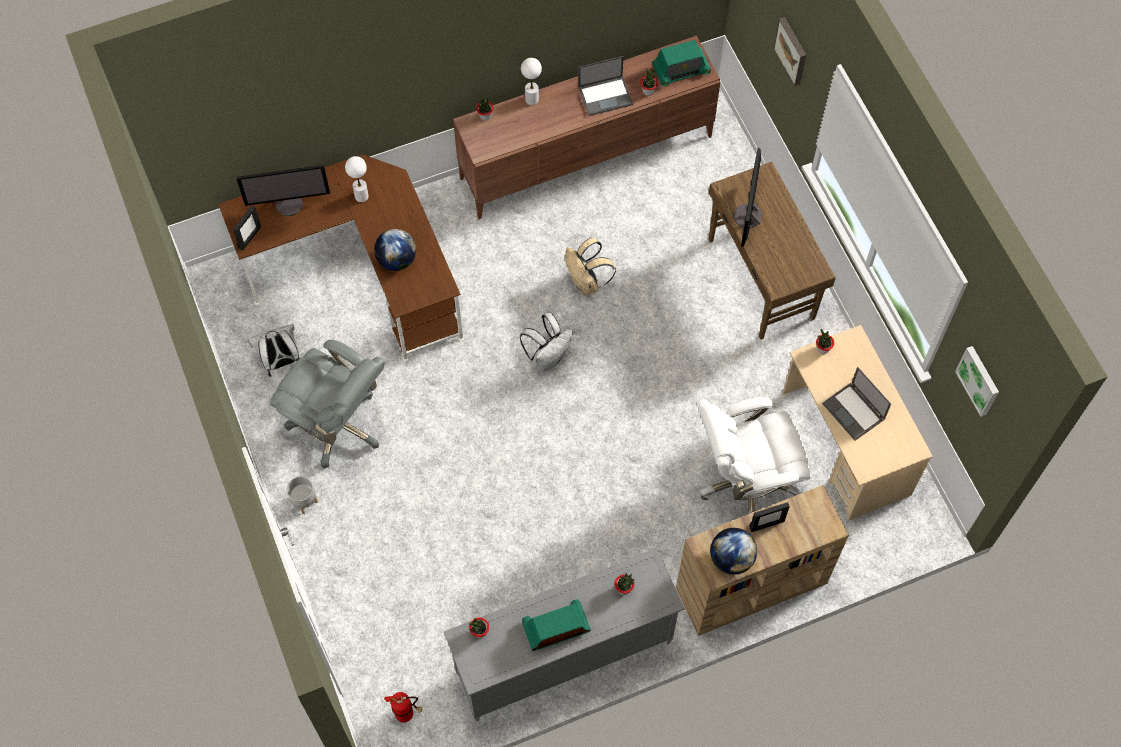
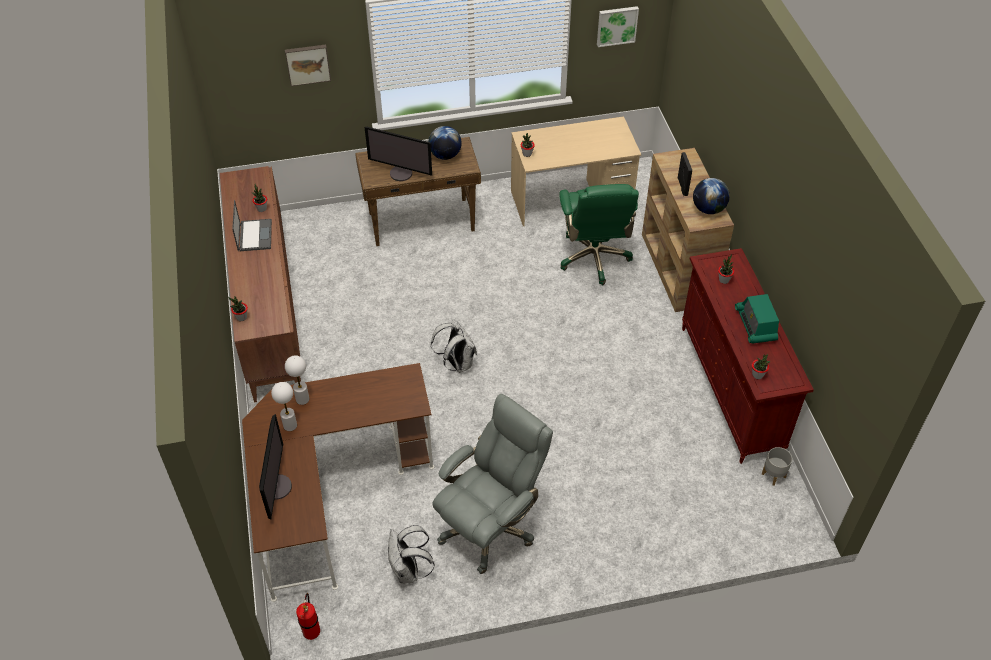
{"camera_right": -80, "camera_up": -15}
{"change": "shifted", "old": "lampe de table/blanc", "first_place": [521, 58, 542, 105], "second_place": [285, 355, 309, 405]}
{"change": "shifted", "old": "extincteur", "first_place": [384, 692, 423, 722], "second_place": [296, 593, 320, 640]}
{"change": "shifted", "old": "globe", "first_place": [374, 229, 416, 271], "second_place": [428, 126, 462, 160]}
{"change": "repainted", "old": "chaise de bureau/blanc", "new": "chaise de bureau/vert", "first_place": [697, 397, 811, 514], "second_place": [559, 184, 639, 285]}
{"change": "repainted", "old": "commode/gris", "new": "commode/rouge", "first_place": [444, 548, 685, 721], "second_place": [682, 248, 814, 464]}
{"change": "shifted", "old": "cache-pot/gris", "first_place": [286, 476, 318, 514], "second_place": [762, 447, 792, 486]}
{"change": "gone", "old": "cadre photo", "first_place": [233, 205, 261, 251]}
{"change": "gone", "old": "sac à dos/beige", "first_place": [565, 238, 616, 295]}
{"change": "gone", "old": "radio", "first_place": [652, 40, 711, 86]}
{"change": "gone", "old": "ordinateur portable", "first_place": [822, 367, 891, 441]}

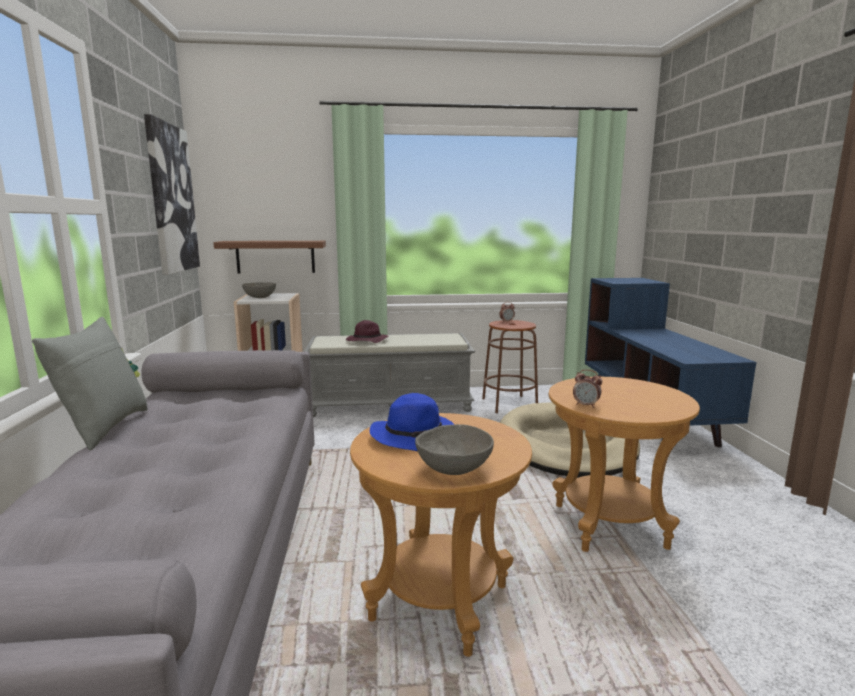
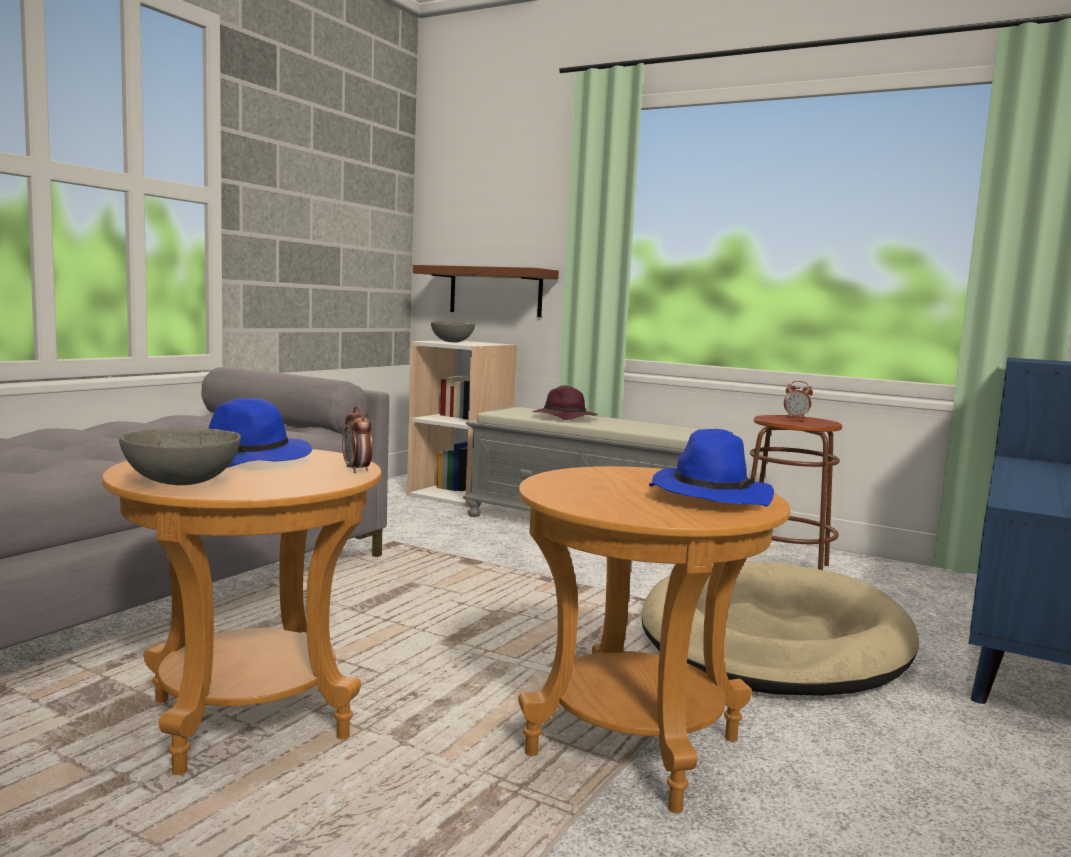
{"camera_right": 35, "camera_up": -5}
{"change": "shifted", "old": "réveil", "first_place": [573, 369, 602, 408], "second_place": [342, 406, 373, 473]}
{"change": "new", "new": "chapeau/bleu", "second_place": [649, 429, 774, 507]}
{"change": "gone", "old": "coussin/gris", "first_place": [32, 317, 148, 450]}
{"change": "gone", "old": "tableau", "first_place": [144, 114, 200, 275]}

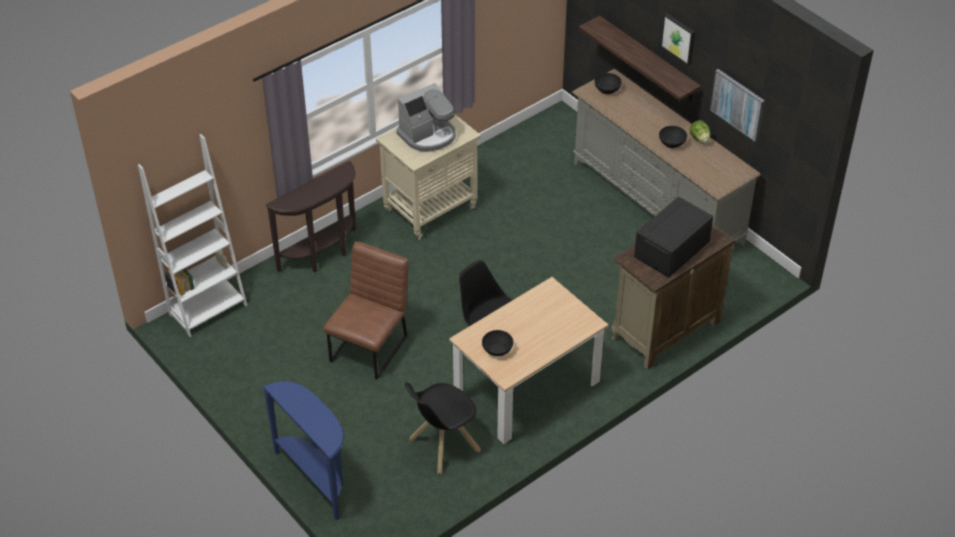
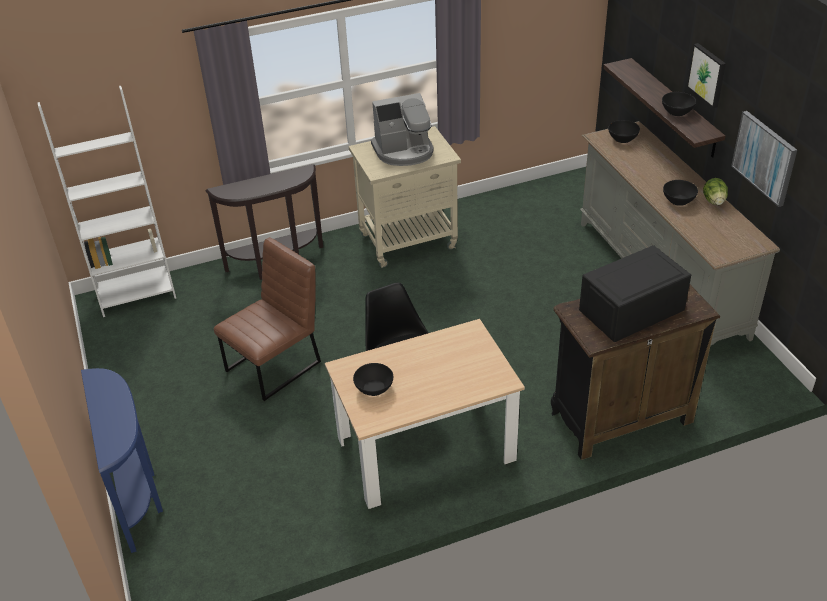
{"camera_right": 20, "camera_up": -5}
{"change": "repainted", "old": "commode/beige", "new": "commode/noir", "first_place": [611, 223, 736, 370], "second_place": [551, 285, 720, 460]}
{"change": "new", "new": "bol/noir", "second_place": [662, 92, 696, 116]}
{"change": "gone", "old": "chaise/noir", "first_place": [405, 382, 481, 474]}

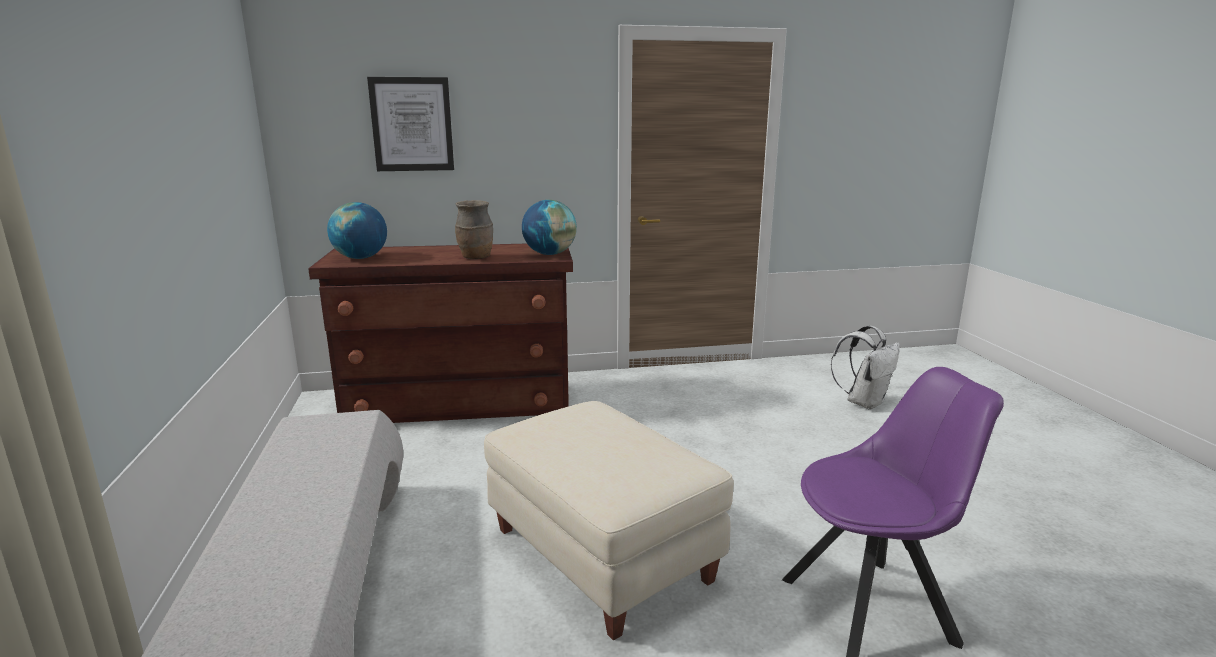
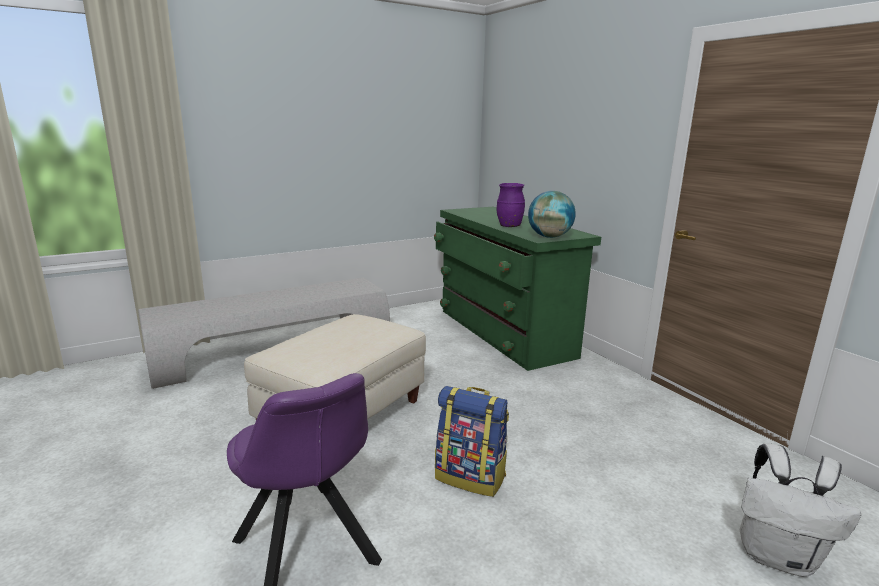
{"camera_right": 70, "camera_up": 0}
{"change": "repainted", "old": "commode/marron", "new": "commode/vert", "first_place": [308, 244, 573, 423], "second_place": [434, 207, 601, 371]}
{"change": "new", "new": "sac à dos", "second_place": [435, 386, 509, 497]}
{"change": "repainted", "old": "vase/marron", "new": "vase/violet", "first_place": [455, 200, 493, 259], "second_place": [497, 183, 525, 227]}
{"change": "gone", "old": "globe", "first_place": [327, 202, 387, 259]}
{"change": "gone", "old": "tableau", "first_place": [367, 77, 454, 171]}

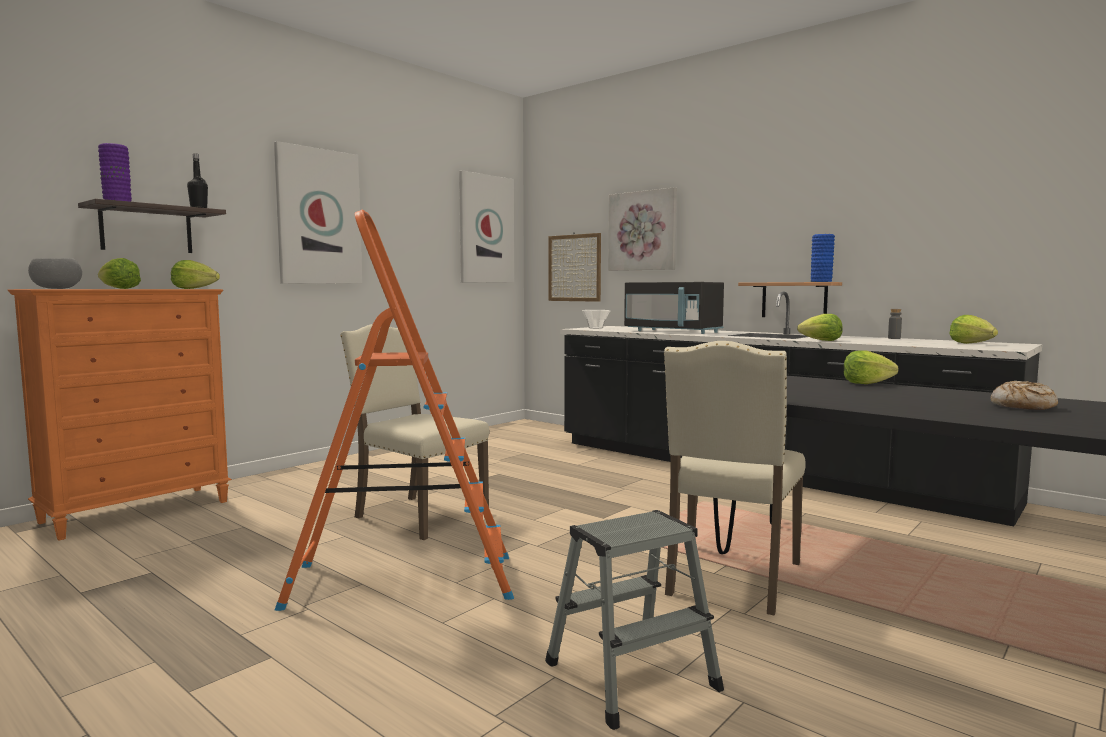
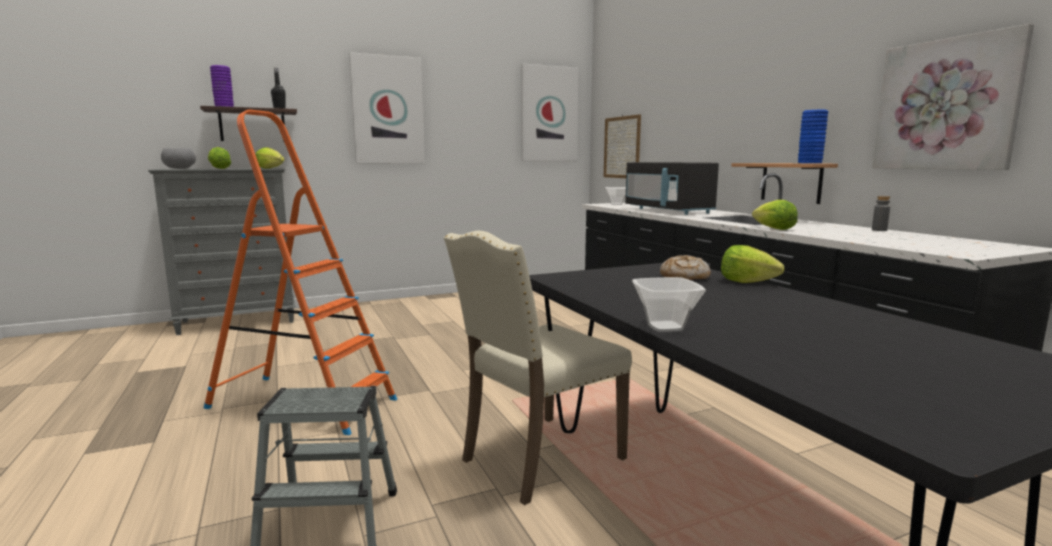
{"camera_right": 25, "camera_up": 5}
{"change": "repainted", "old": "commode/orange", "new": "commode/gris", "first_place": [8, 289, 232, 540], "second_place": [148, 168, 296, 335]}
{"change": "new", "new": "bol", "second_place": [632, 277, 706, 332]}
{"change": "shifted", "old": "pain", "first_place": [990, 381, 1058, 410], "second_place": [660, 255, 711, 280]}
{"change": "shifted", "old": "tableau", "first_place": [608, 187, 677, 271], "second_place": [872, 24, 1034, 170]}
{"change": "gone", "old": "chaise/beige", "first_place": [340, 324, 489, 540]}
{"change": "gone", "old": "laitue", "first_place": [949, 315, 998, 344]}

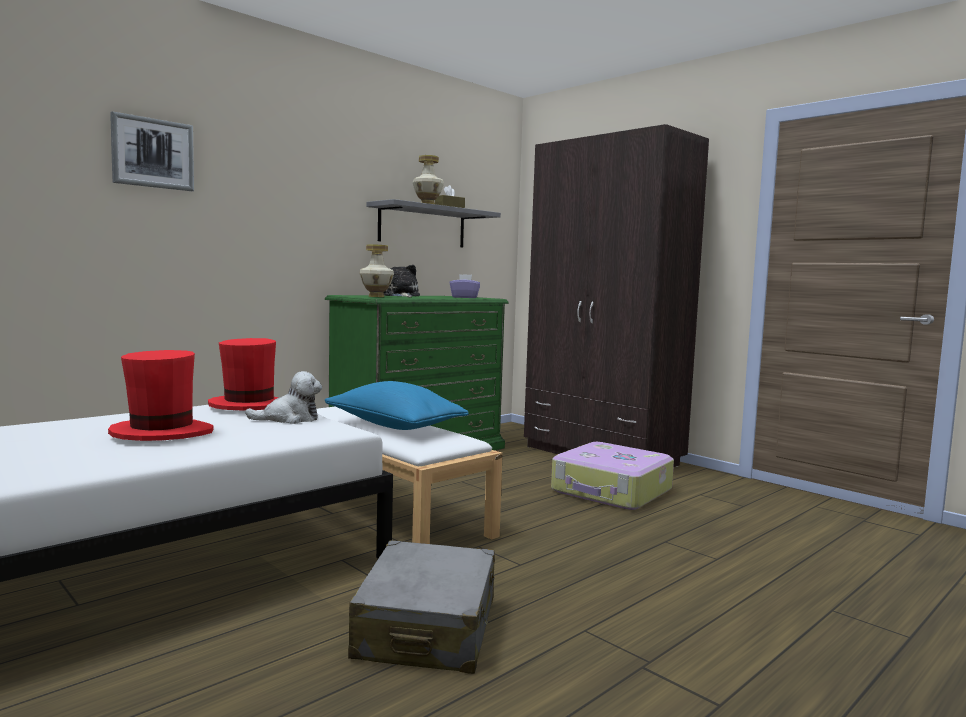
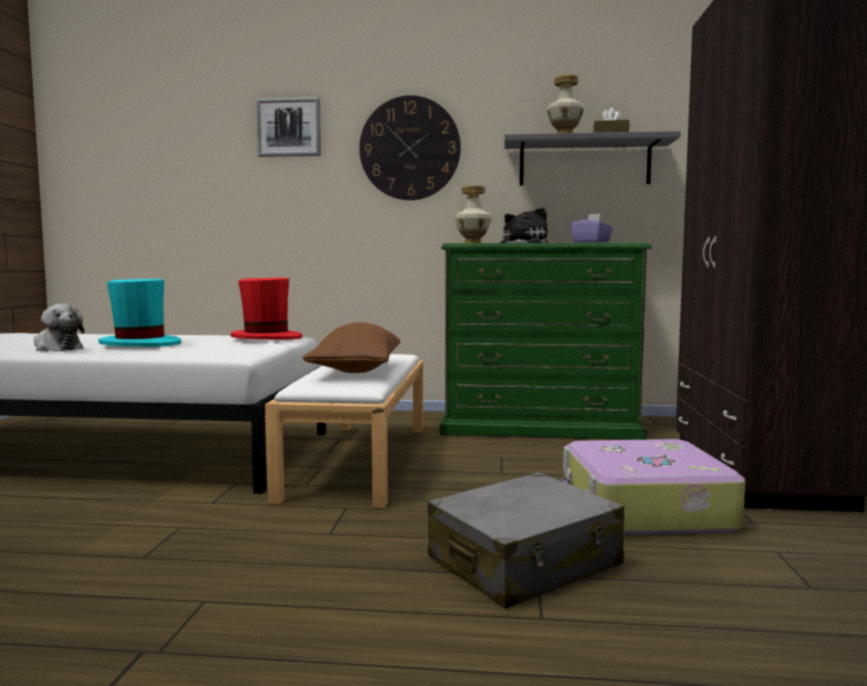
{"camera_right": 50, "camera_up": 0}
{"change": "shifted", "old": "peluche", "first_place": [245, 371, 322, 424], "second_place": [34, 304, 84, 352]}
{"change": "repainted", "old": "chapeau/rouge", "new": "chapeau/turquoise", "first_place": [108, 350, 213, 441], "second_place": [98, 279, 181, 347]}
{"change": "repainted", "old": "coussin/bleu", "new": "coussin/marron", "first_place": [325, 381, 469, 430], "second_place": [303, 322, 400, 373]}
{"change": "new", "new": "horloge murale", "second_place": [359, 95, 461, 200]}
{"change": "shifted", "old": "valise/gris", "first_place": [348, 541, 495, 674], "second_place": [427, 472, 625, 608]}

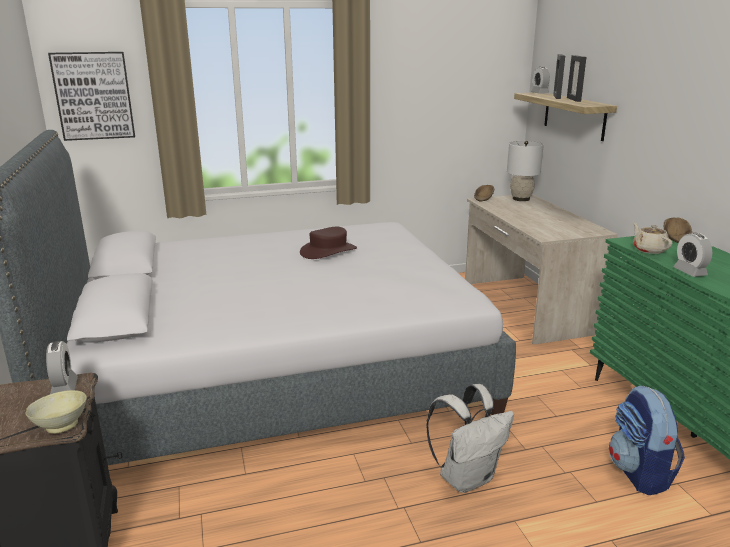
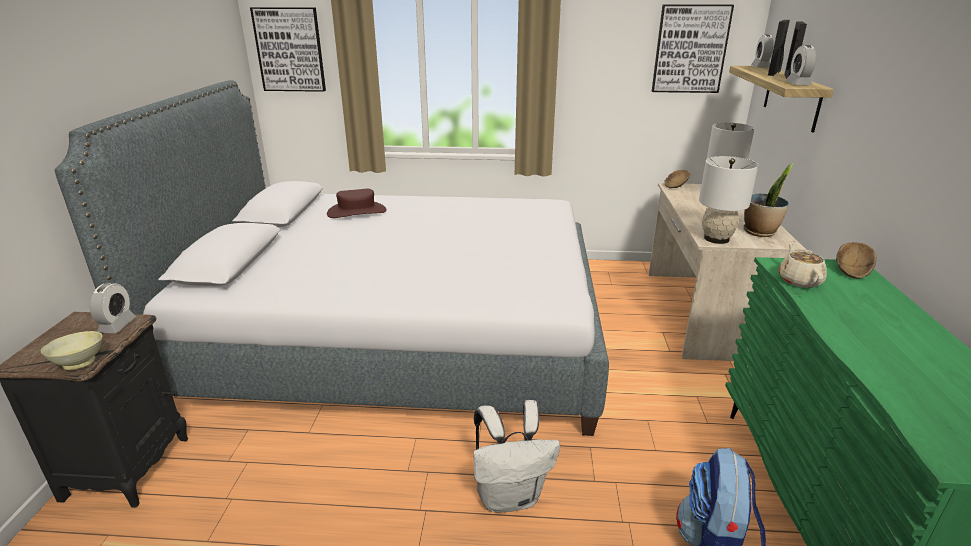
{"camera_right": 20, "camera_up": 5}
{"change": "shifted", "old": "chapeau/marron", "first_place": [300, 227, 357, 259], "second_place": [327, 189, 387, 218]}
{"change": "new", "new": "tableau", "second_place": [652, 4, 734, 93]}
{"change": "new", "new": "lampe de table/blanc", "second_place": [699, 156, 758, 244]}
{"change": "new", "new": "plante en pot", "second_place": [743, 163, 793, 237]}
{"change": "shifted", "old": "réveil", "first_place": [673, 233, 712, 277], "second_place": [786, 45, 816, 85]}

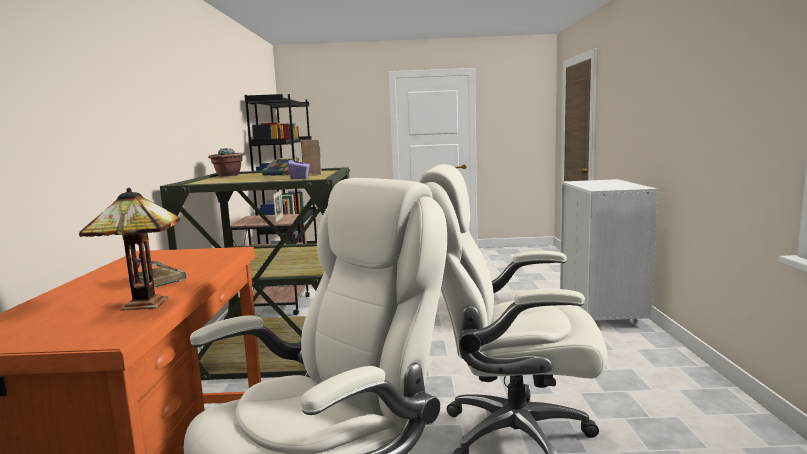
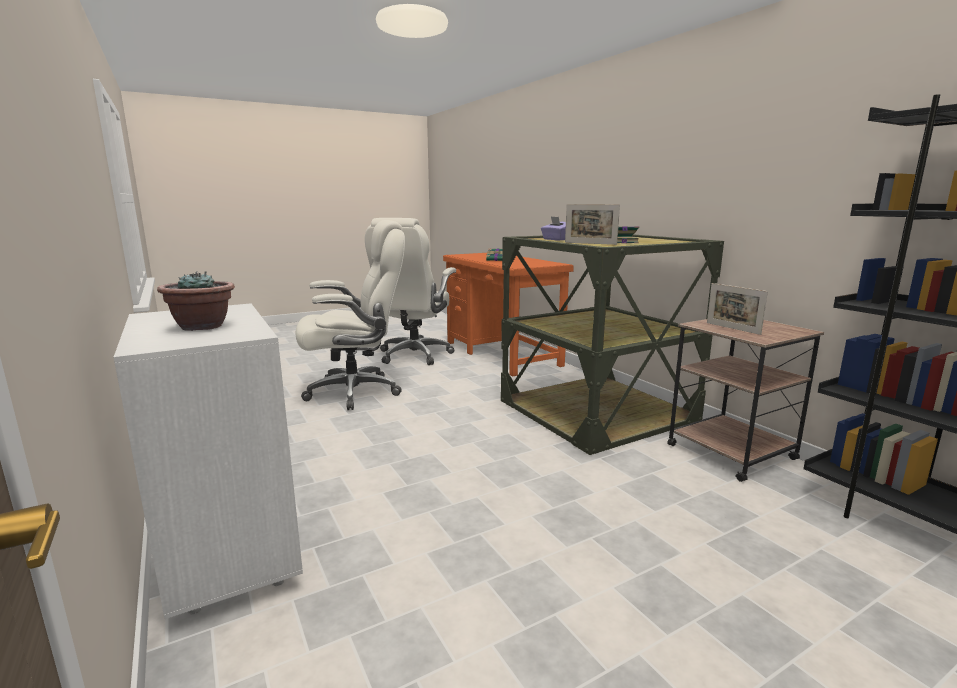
{"camera_right": 150, "camera_up": 5}
{"change": "shifted", "old": "plante en pot", "first_place": [208, 148, 244, 177], "second_place": [157, 271, 235, 331]}
{"change": "gone", "old": "lampe de table", "first_place": [79, 188, 180, 311]}

